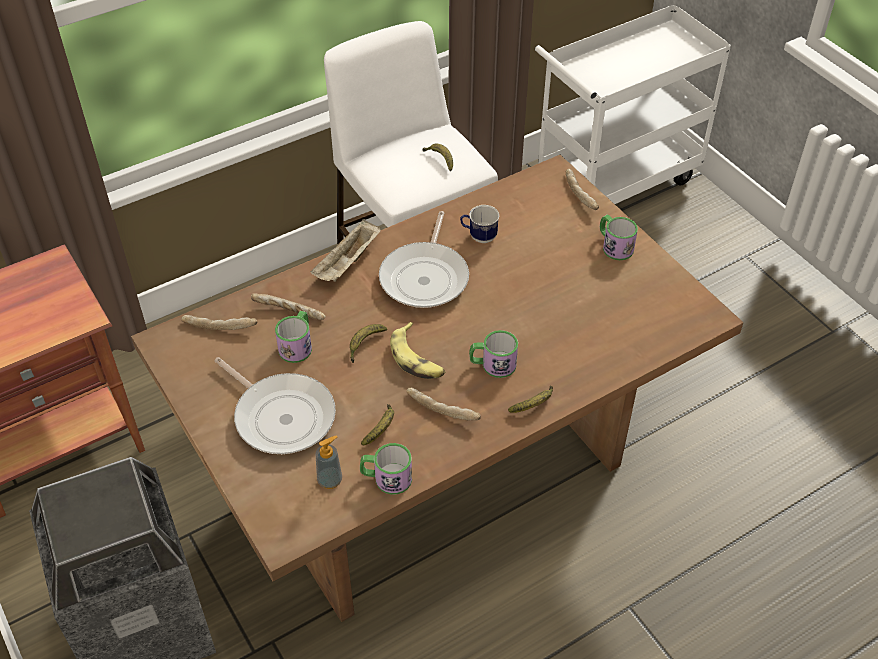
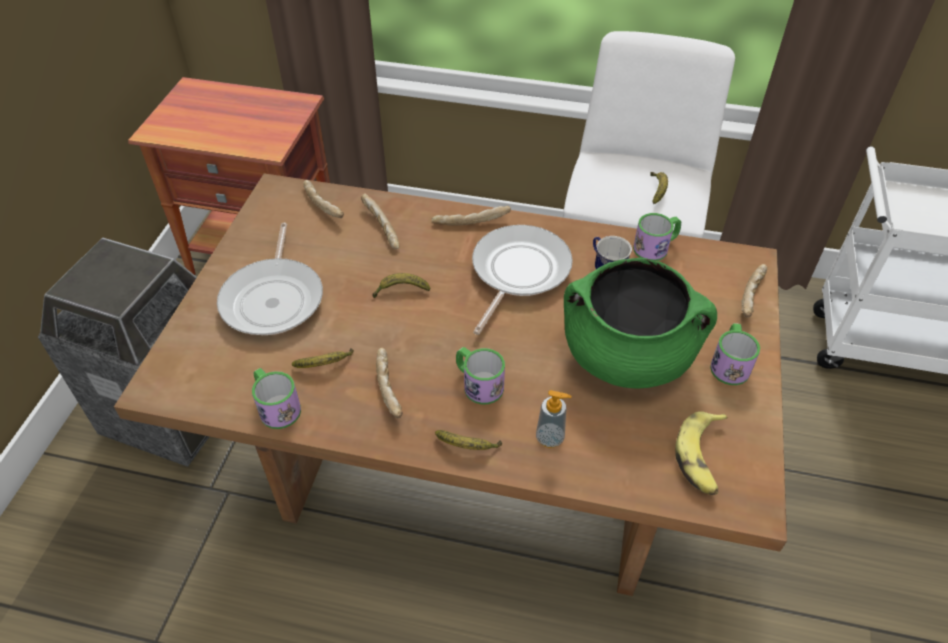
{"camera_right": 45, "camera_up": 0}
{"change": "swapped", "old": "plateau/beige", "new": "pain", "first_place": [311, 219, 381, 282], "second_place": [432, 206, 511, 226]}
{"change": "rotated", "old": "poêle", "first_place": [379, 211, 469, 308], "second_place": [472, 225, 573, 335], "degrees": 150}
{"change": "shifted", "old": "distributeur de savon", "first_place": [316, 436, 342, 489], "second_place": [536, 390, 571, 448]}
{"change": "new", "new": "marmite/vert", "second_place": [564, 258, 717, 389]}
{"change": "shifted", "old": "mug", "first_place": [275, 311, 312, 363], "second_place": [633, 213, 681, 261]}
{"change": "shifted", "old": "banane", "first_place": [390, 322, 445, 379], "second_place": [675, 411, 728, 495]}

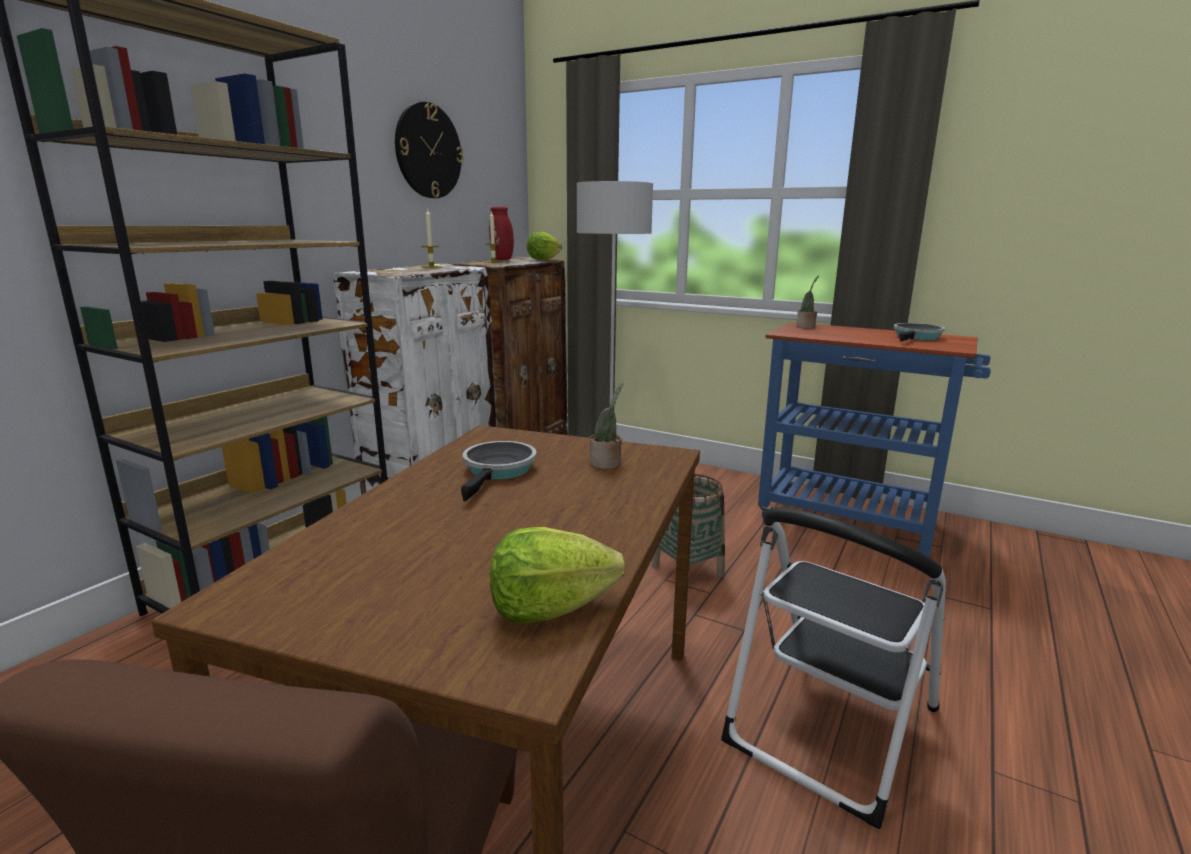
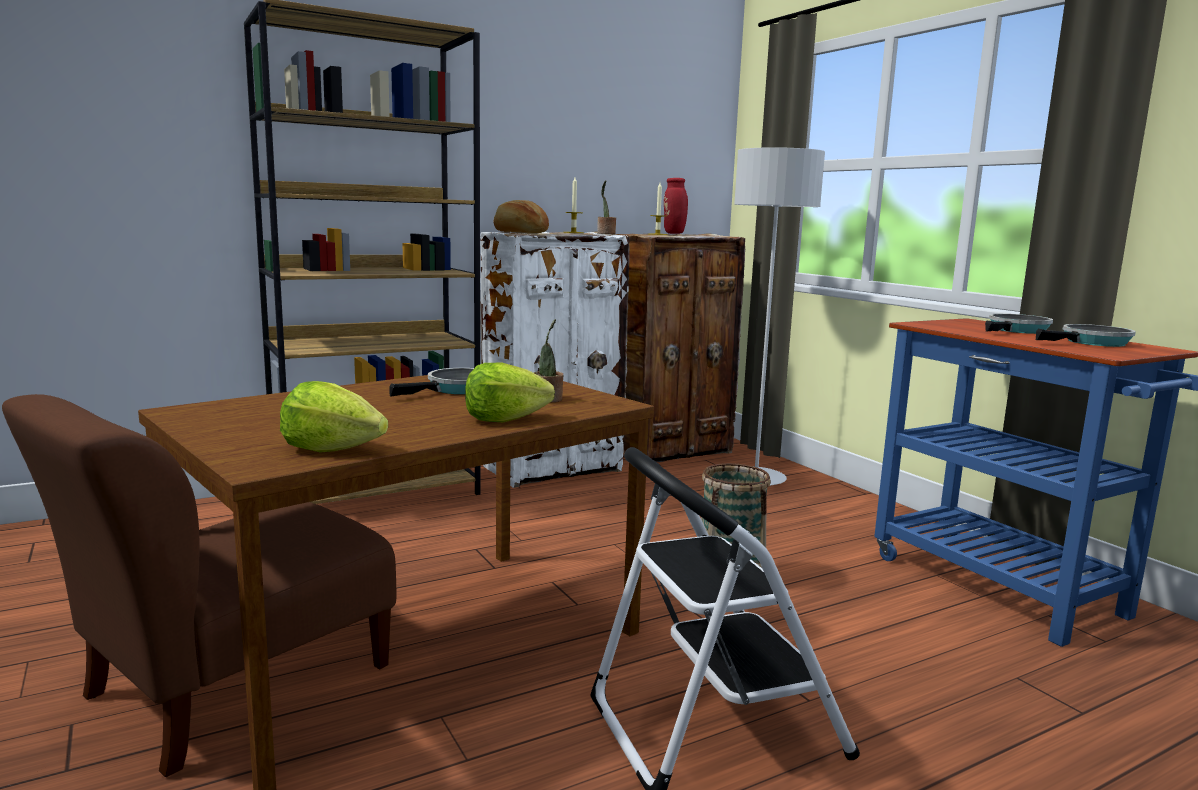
{"camera_right": 30, "camera_up": -5}
{"change": "shifted", "old": "laitue", "first_place": [527, 232, 562, 260], "second_place": [465, 363, 555, 422]}
{"change": "new", "new": "pain", "second_place": [493, 200, 549, 233]}
{"change": "shifted", "old": "plante en pot", "first_place": [796, 275, 819, 329], "second_place": [597, 180, 616, 234]}
{"change": "new", "new": "poêle", "second_place": [985, 314, 1053, 334]}
{"change": "gone", "old": "horloge murale", "first_place": [395, 102, 463, 198]}

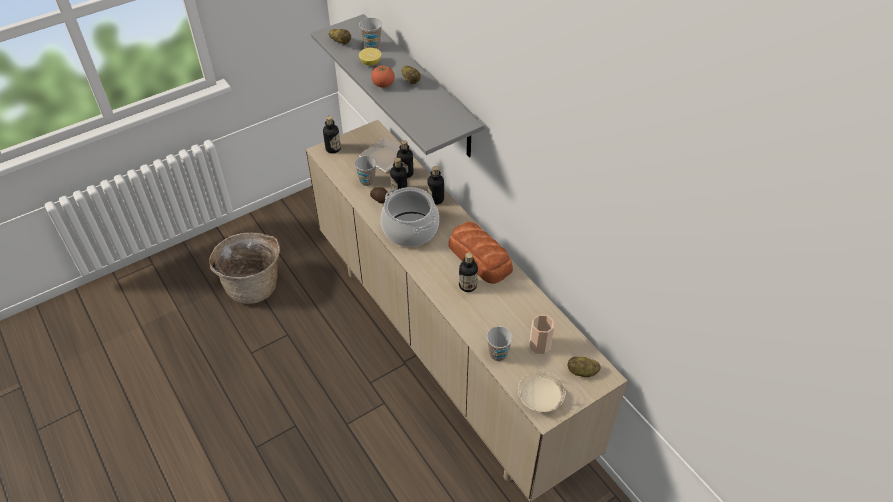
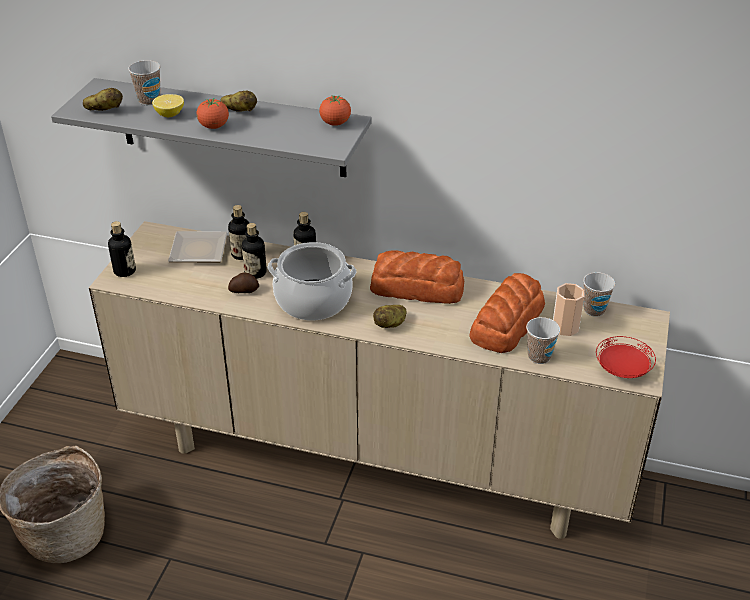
{"camera_right": -40, "camera_up": -10}
{"change": "new", "new": "tomate", "second_place": [319, 95, 351, 126]}
{"change": "shifted", "old": "pomme de terre", "first_place": [568, 357, 601, 377], "second_place": [373, 305, 407, 328]}
{"change": "new", "new": "pain", "second_place": [469, 273, 545, 353]}
{"change": "shifted", "old": "tasse", "first_place": [355, 156, 377, 186], "second_place": [583, 272, 615, 317]}
{"change": "repainted", "old": "assiette/beige", "new": "assiette/rouge", "first_place": [518, 371, 566, 412], "second_place": [596, 336, 656, 378]}
{"change": "gone", "old": "bouteille", "first_place": [459, 253, 478, 292]}

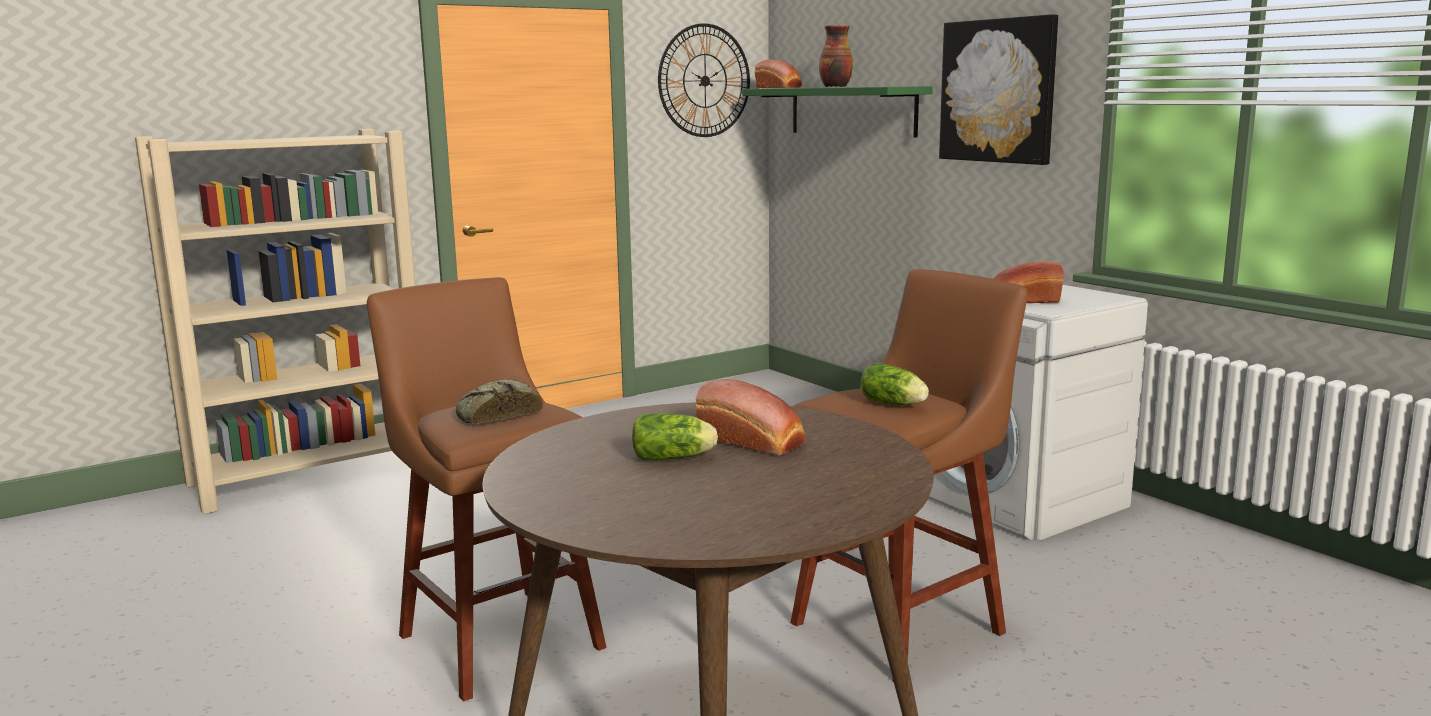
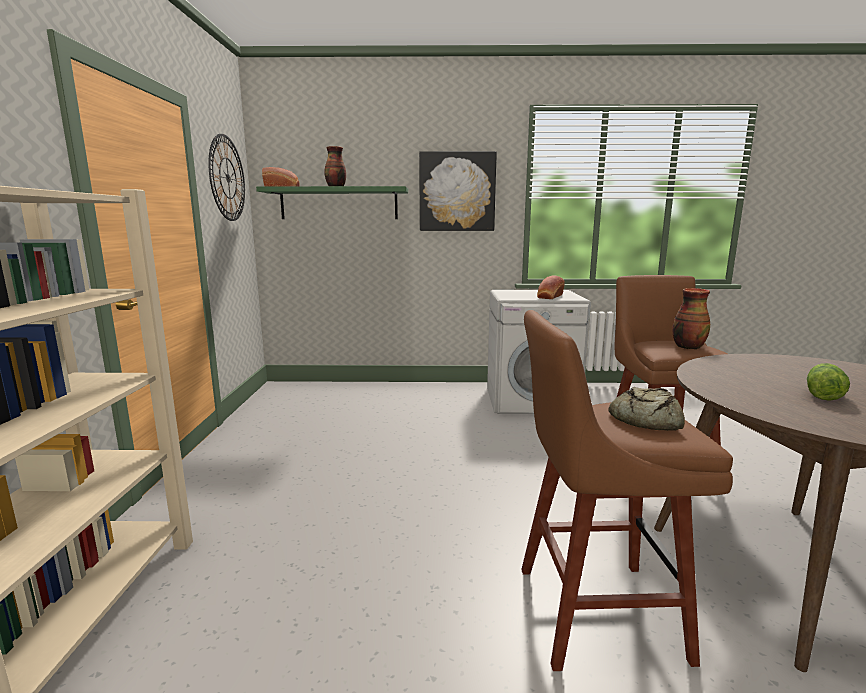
{"camera_right": -55, "camera_up": 0}
{"change": "swapped", "old": "laitue", "new": "vase", "first_place": [860, 363, 929, 405], "second_place": [672, 288, 710, 349]}
{"change": "gone", "old": "pain", "first_place": [696, 379, 805, 455]}

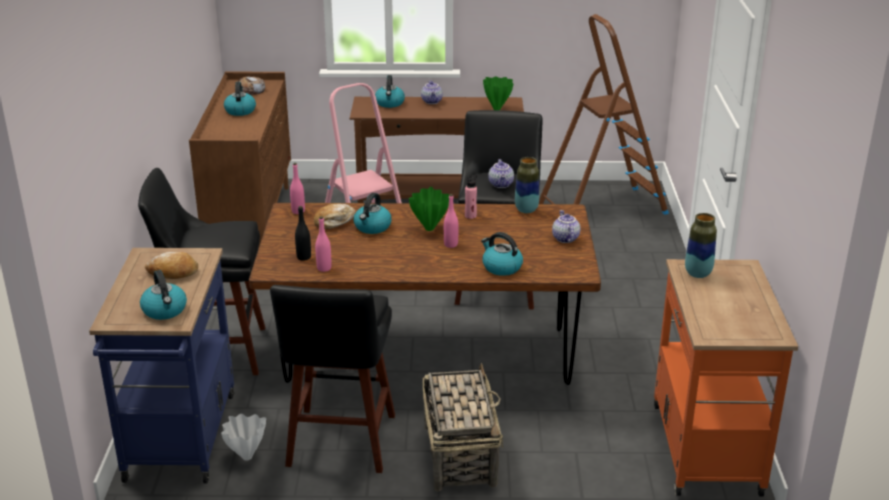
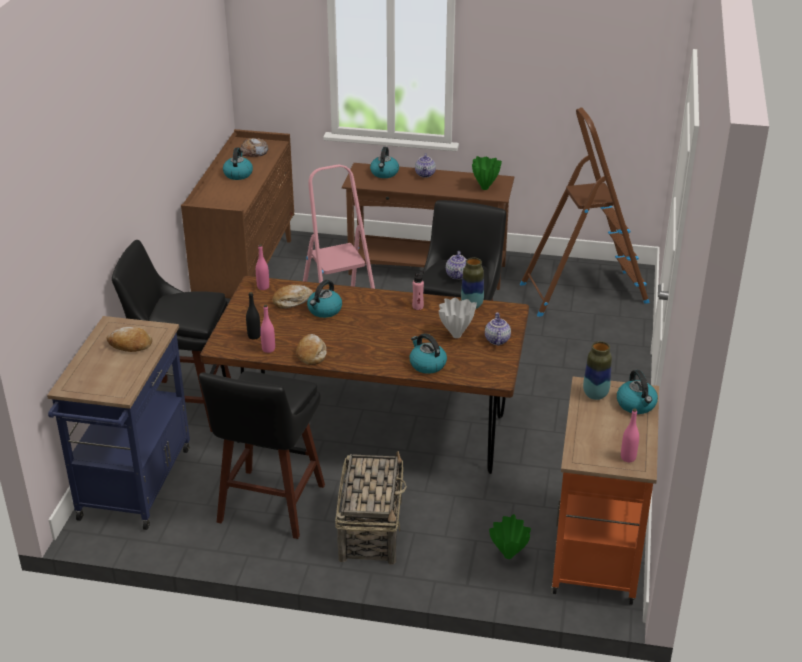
{"camera_right": 10, "camera_up": 5}
{"change": "new", "new": "pain", "second_place": [296, 334, 326, 365]}
{"change": "shifted", "old": "vase/blanc", "first_place": [221, 414, 266, 461], "second_place": [439, 298, 477, 338]}
{"change": "shifted", "old": "vase/vert", "first_place": [409, 187, 449, 231], "second_place": [489, 514, 531, 559]}
{"change": "shifted", "old": "bouilloire", "first_place": [140, 270, 187, 320], "second_place": [617, 370, 658, 414]}
{"change": "shifted", "old": "bouteille/rose", "first_place": [444, 194, 458, 248], "second_place": [621, 409, 639, 462]}

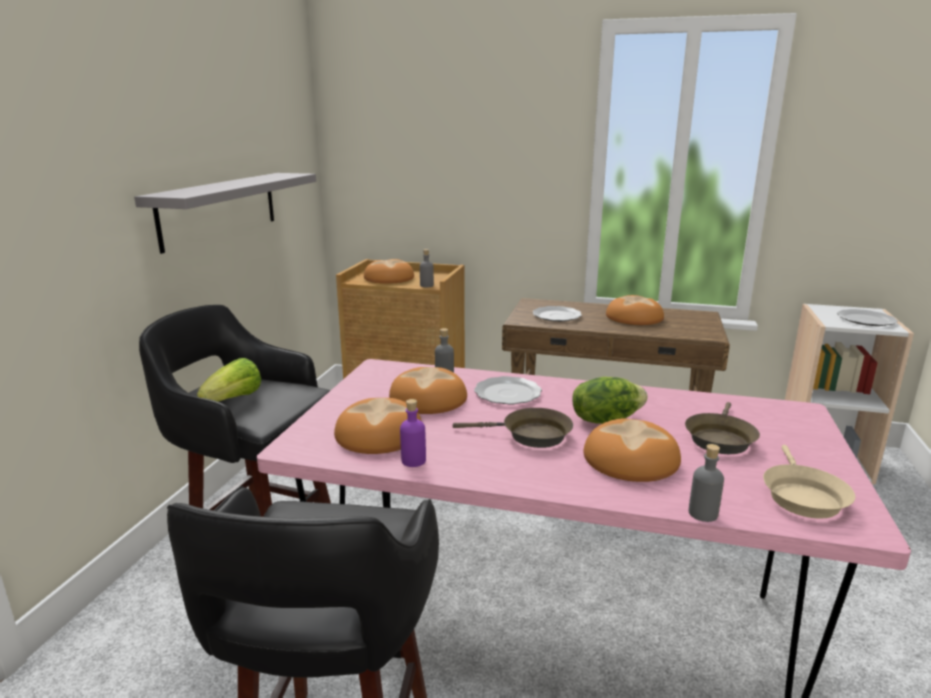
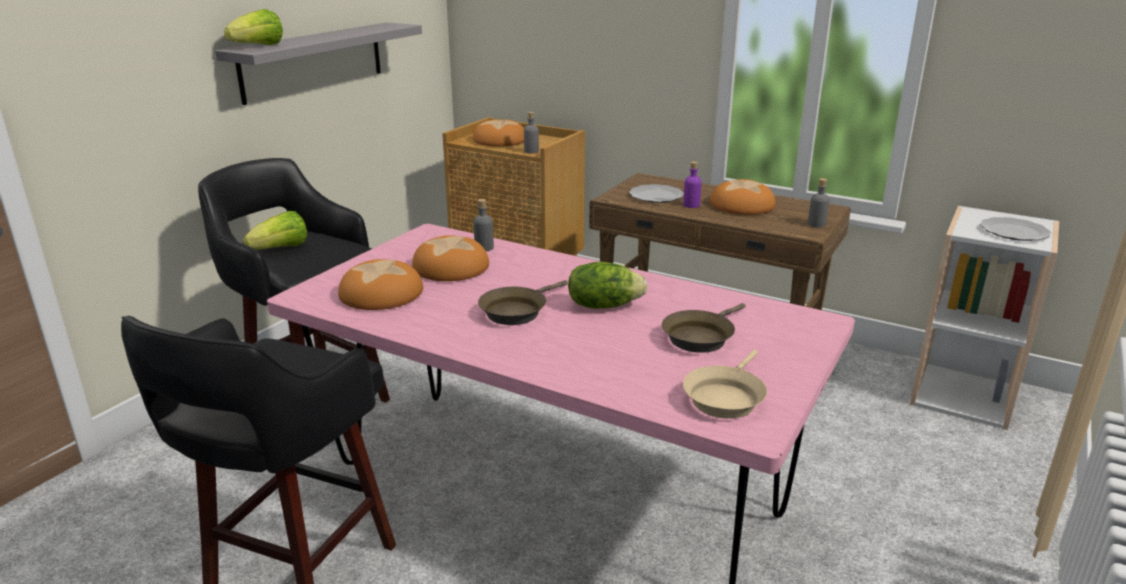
{"camera_right": 15, "camera_up": 5}
{"change": "new", "new": "laitue", "second_place": [224, 9, 283, 45]}
{"change": "rotated", "old": "poêle/marron", "first_place": [453, 408, 573, 448], "second_place": [478, 280, 568, 325], "degrees": 105}
{"change": "shifted", "old": "bouteille/violet", "first_place": [400, 399, 426, 467], "second_place": [683, 162, 702, 208]}
{"change": "shifted", "old": "bouteille/gris", "first_place": [688, 444, 724, 522], "second_place": [808, 178, 830, 228]}
{"change": "gone", "old": "assiette", "first_place": [474, 376, 542, 404]}
{"change": "gone", "old": "pain", "first_place": [584, 419, 681, 482]}

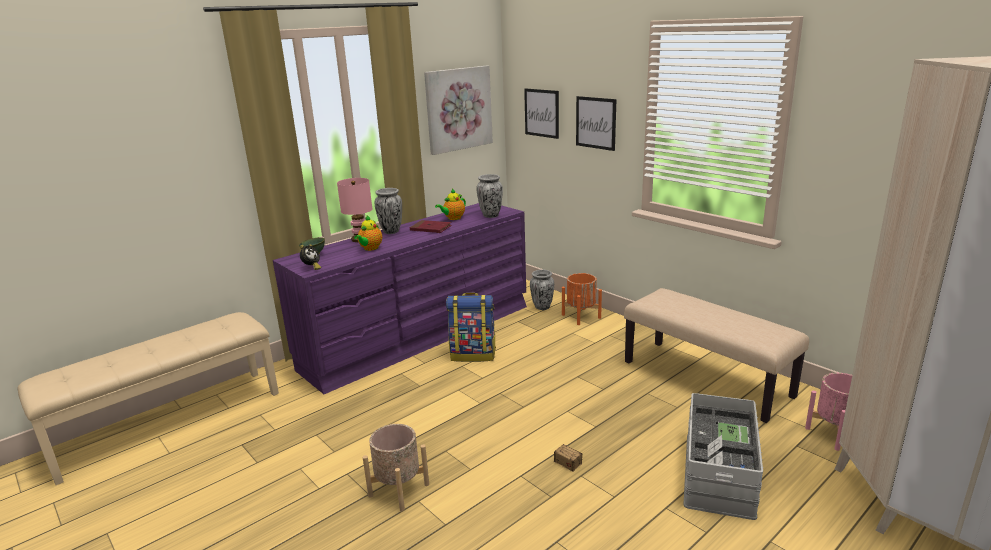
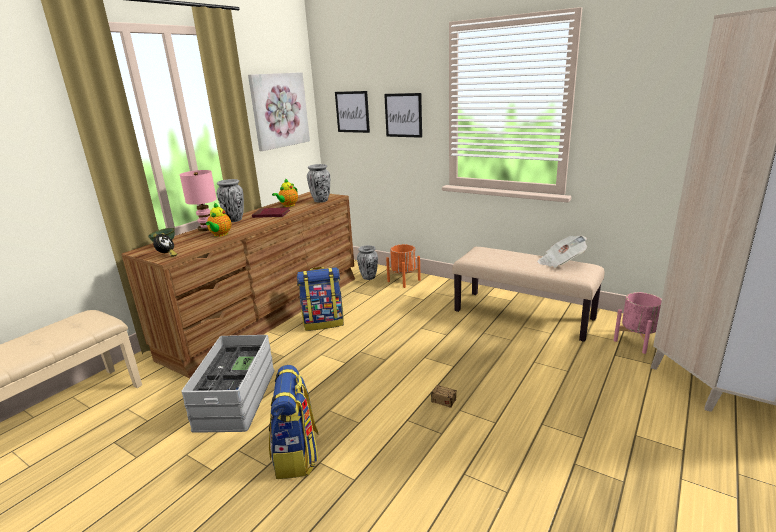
{"camera_right": -15, "camera_up": 0}
{"change": "repainted", "old": "commode/violet", "new": "commode/marron", "first_place": [273, 203, 527, 394], "second_place": [121, 192, 355, 378]}
{"change": "shifted", "old": "boîte de rangement/gris", "first_place": [683, 393, 764, 520], "second_place": [181, 335, 274, 433]}
{"change": "swapped", "old": "cache-pot/beige", "new": "sac à dos", "first_place": [363, 424, 429, 511], "second_place": [269, 365, 319, 479]}
{"change": "new", "new": "journal", "second_place": [537, 236, 587, 268]}

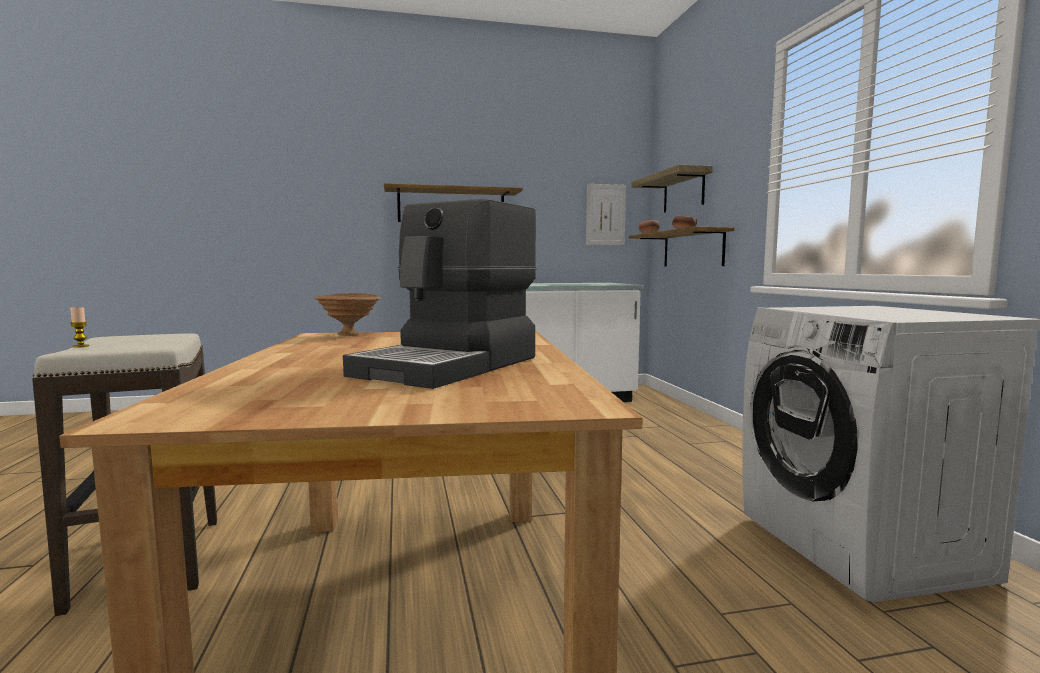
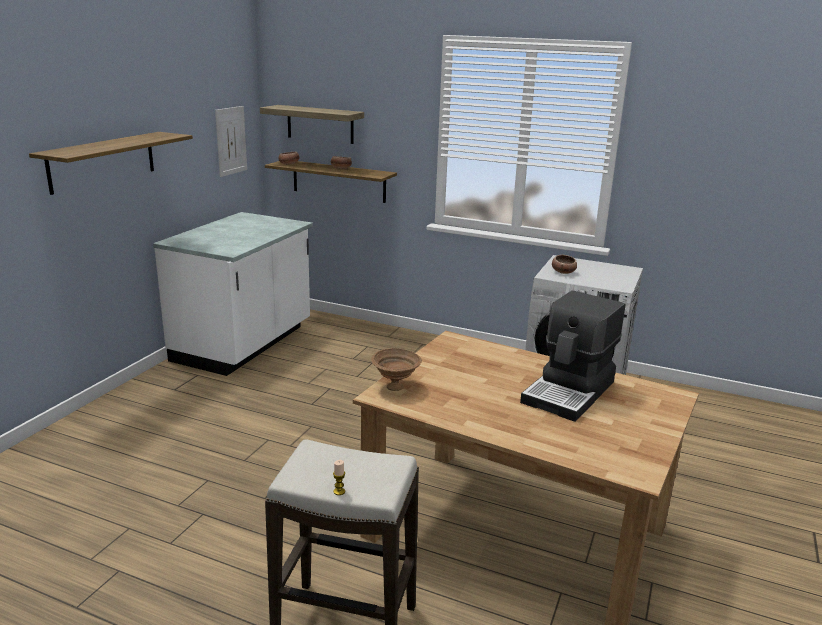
{"camera_right": -55, "camera_up": 15}
{"change": "rotated", "old": "machine à café", "first_place": [343, 199, 536, 389], "second_place": [520, 291, 625, 422], "degrees": 60}
{"change": "new", "new": "bol", "second_place": [552, 255, 577, 274]}

